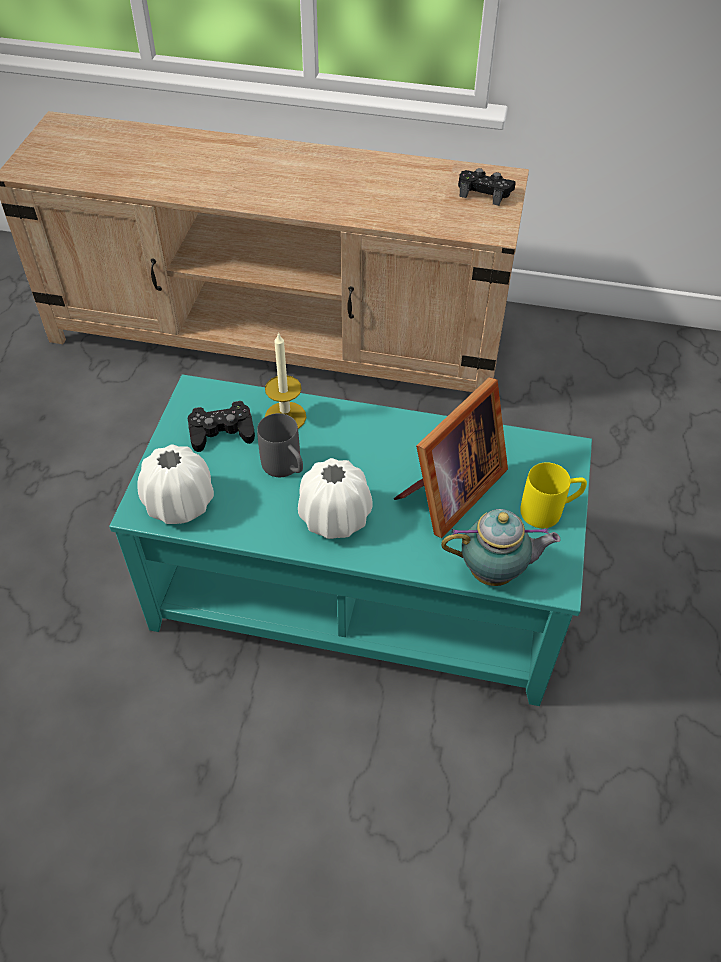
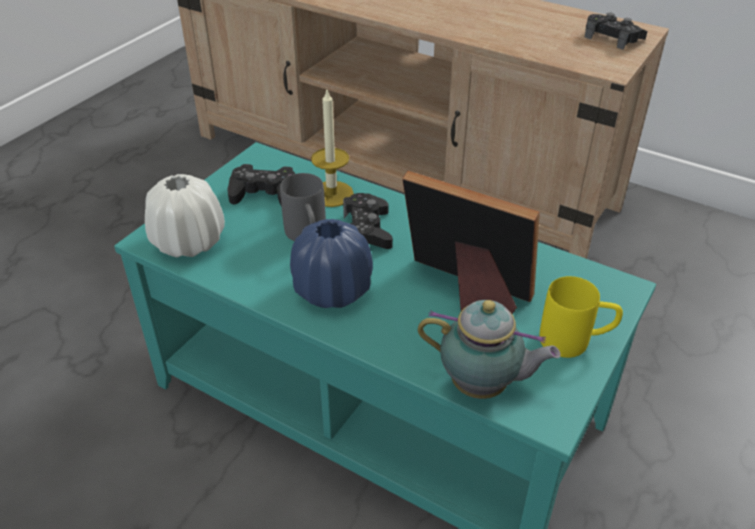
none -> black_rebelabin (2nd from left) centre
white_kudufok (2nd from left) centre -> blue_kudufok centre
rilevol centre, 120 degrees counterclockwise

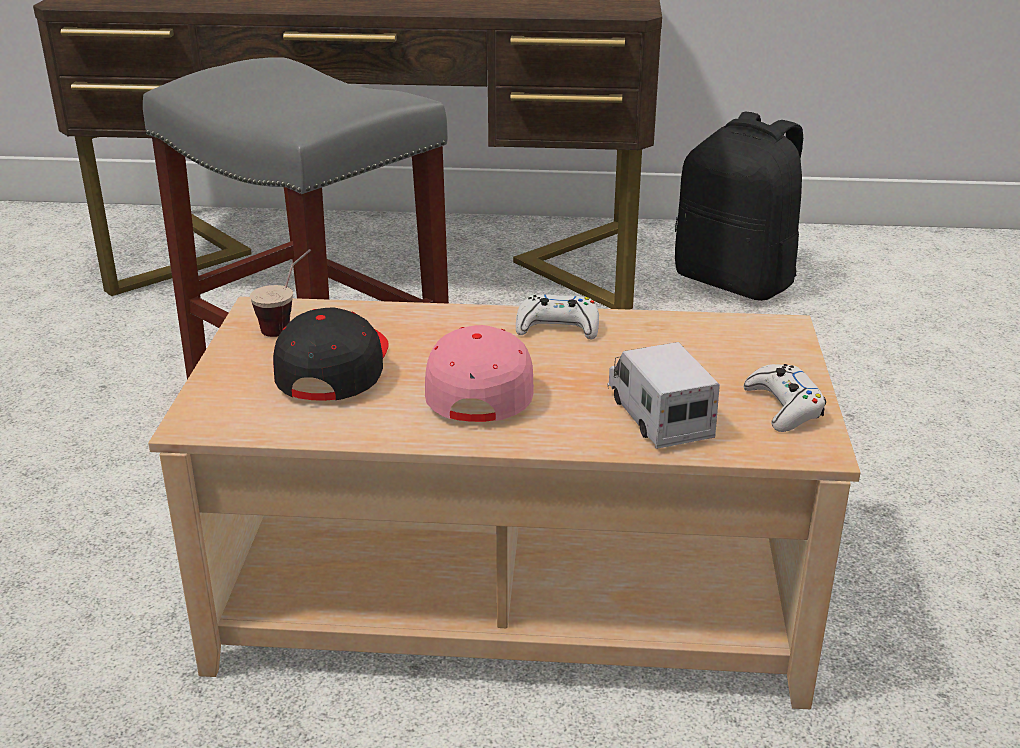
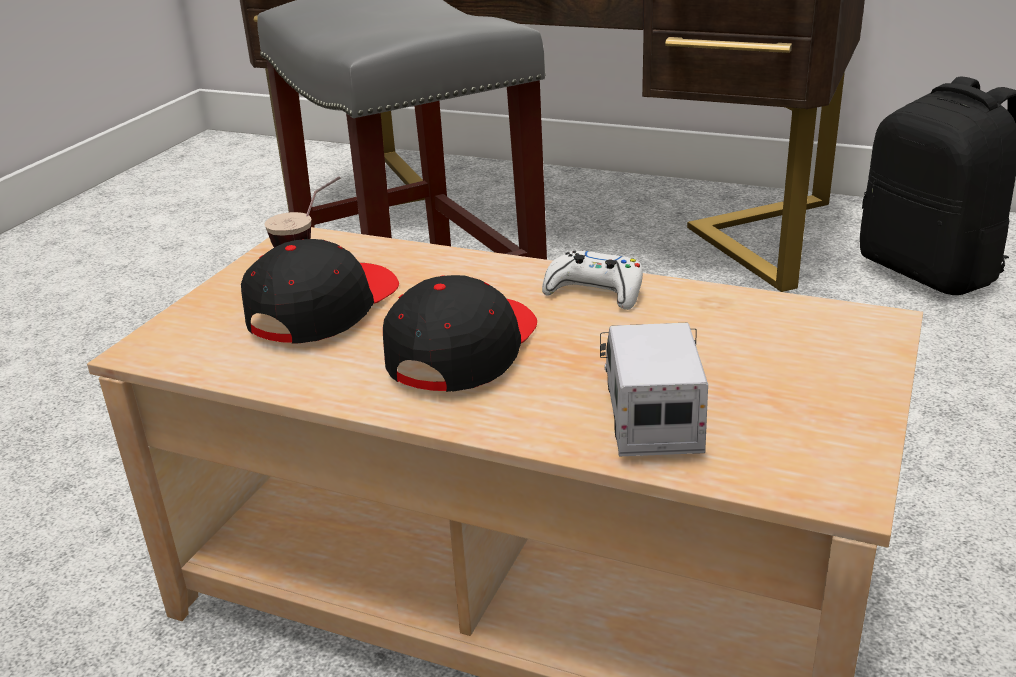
white_rebelabin (2nd from left) middle right -> none
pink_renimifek centre -> black_renimifek (2nd from left) centre

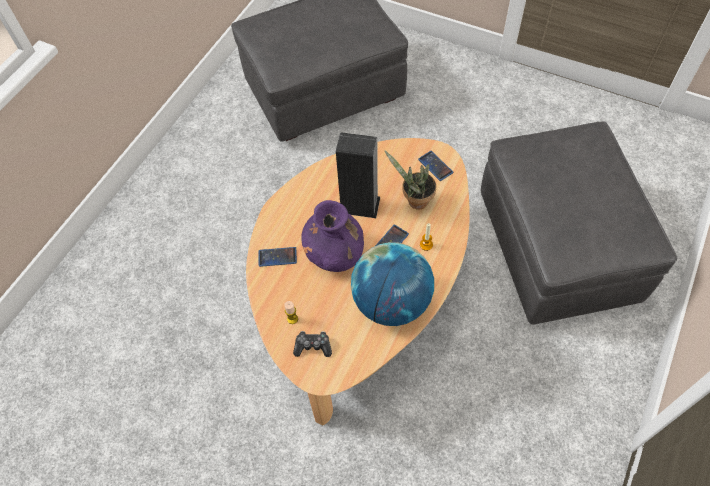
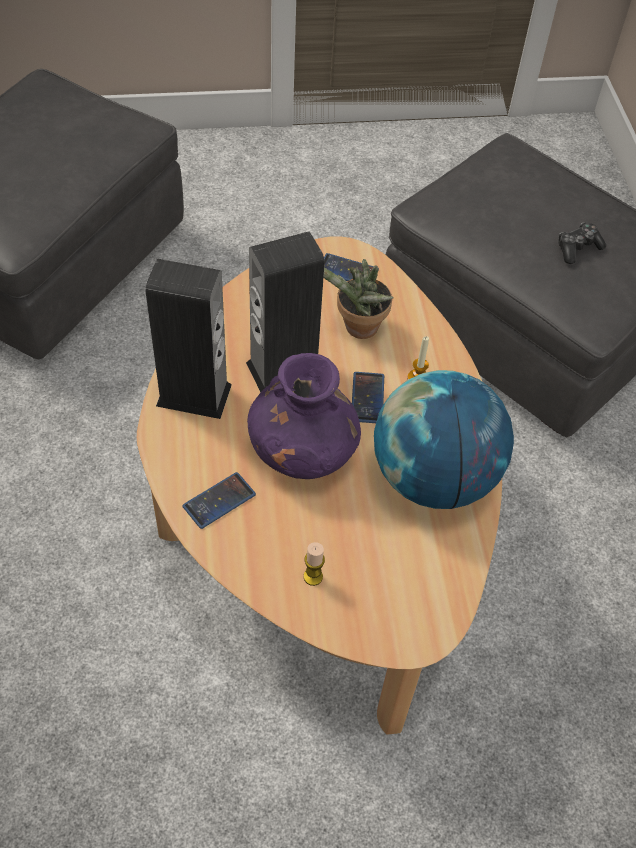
none -> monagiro (1st from left) middle left
rebelabin bottom centre -> rebelabin top right, moved

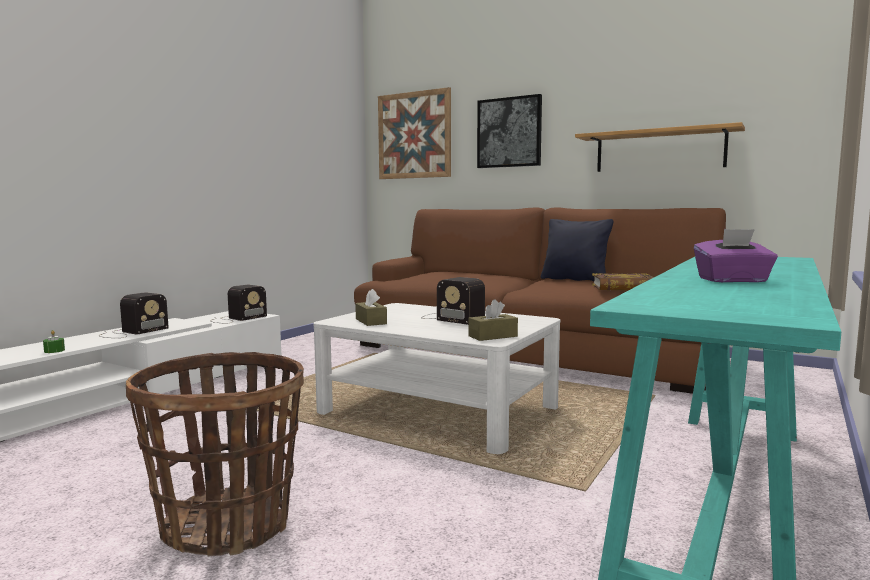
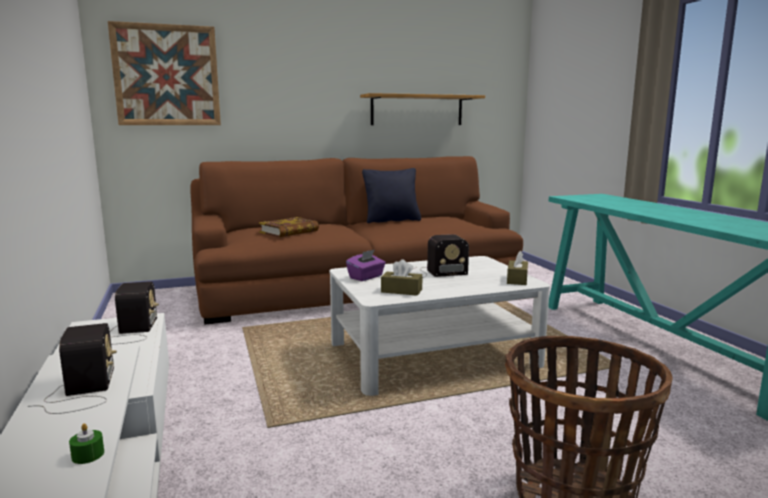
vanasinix (2nd from left) top centre -> none
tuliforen middle right -> tuliforen centre, moved
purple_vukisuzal middle right -> purple_vukisuzal centre, moved

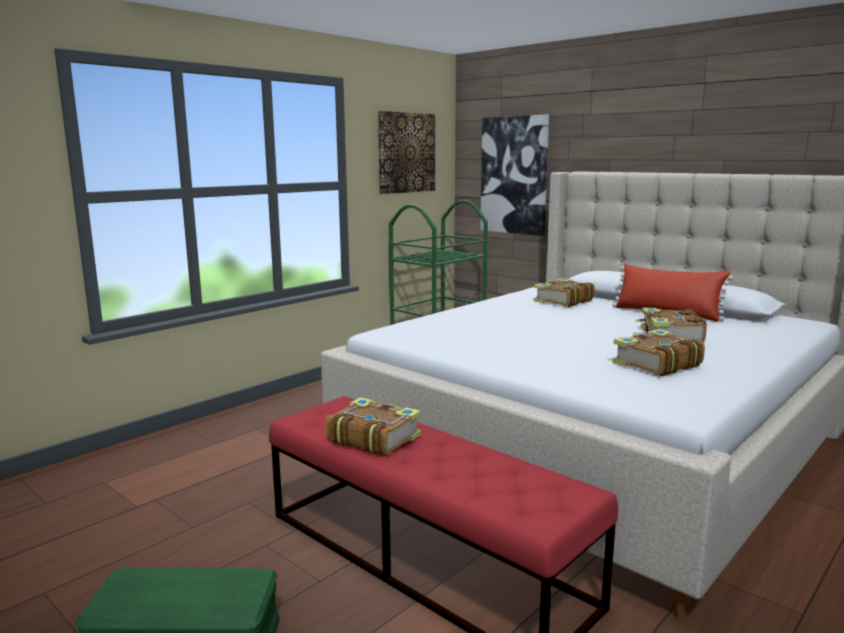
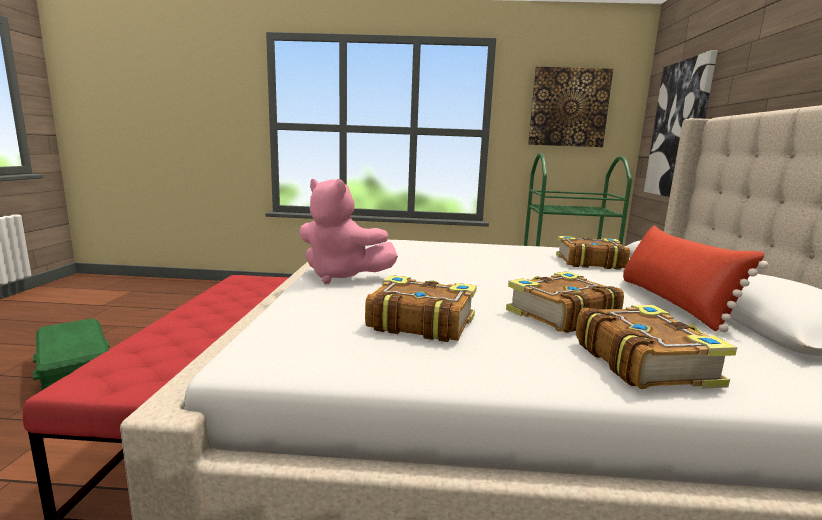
none -> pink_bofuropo centre
tuliforen (1st from left in the first image) bottom centre -> tuliforen (4th from left) bottom right, moved

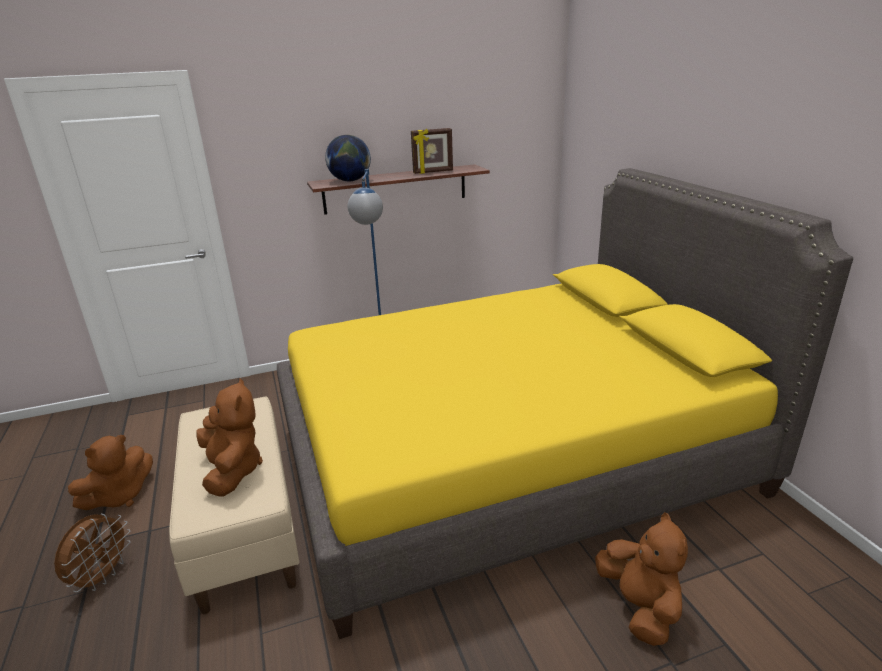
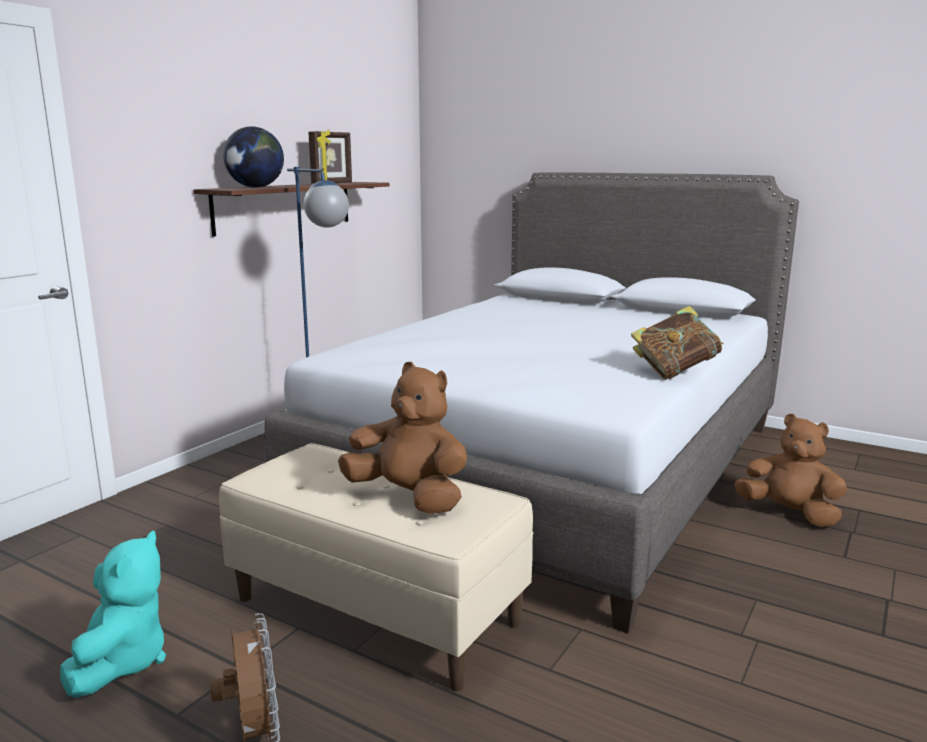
none -> tuliforen middle right
brown_bofuropo (1st from left) bottom left -> turquoise_bofuropo bottom left
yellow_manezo centre -> grey_manezo centre

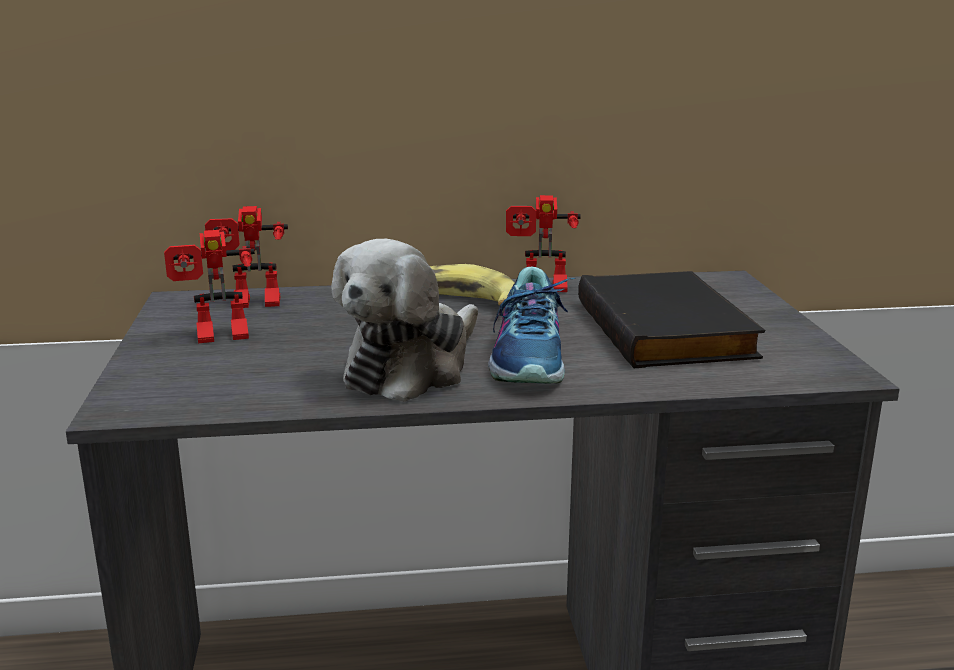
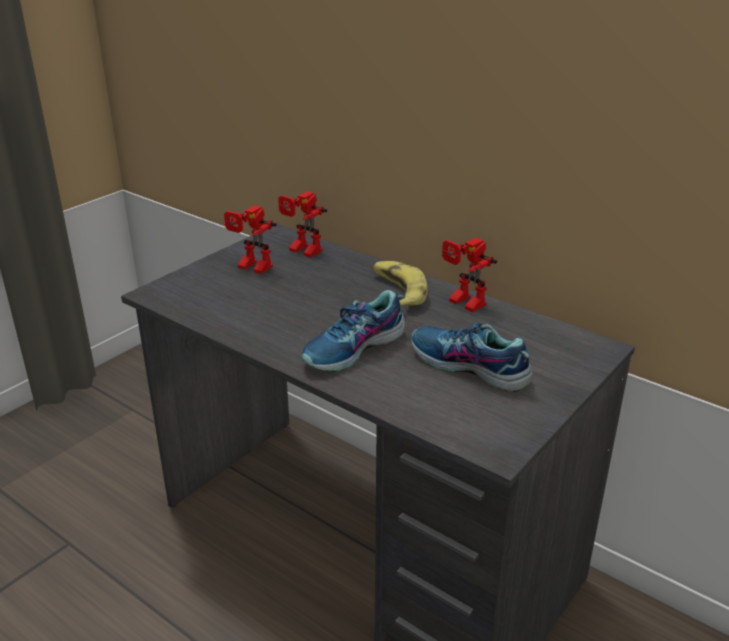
bofuropo centre -> none
black_tuliforen middle right -> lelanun (2nd from left) centre

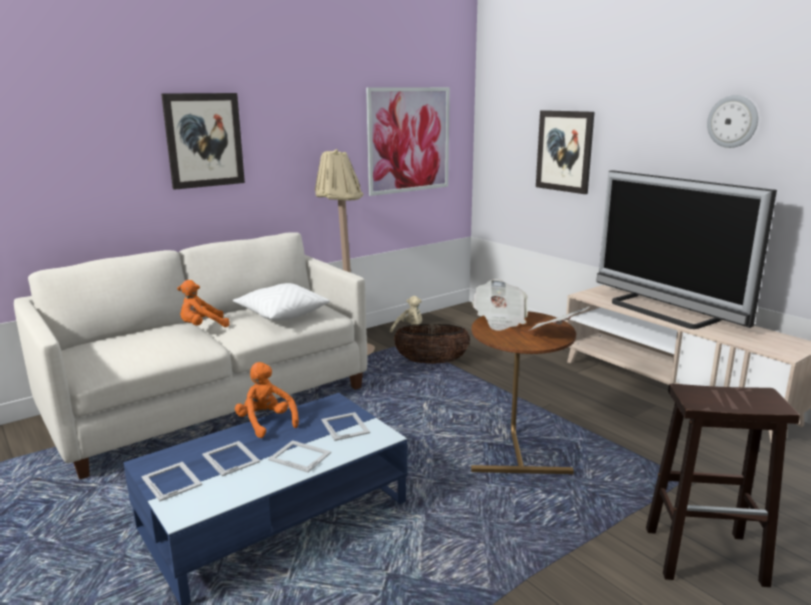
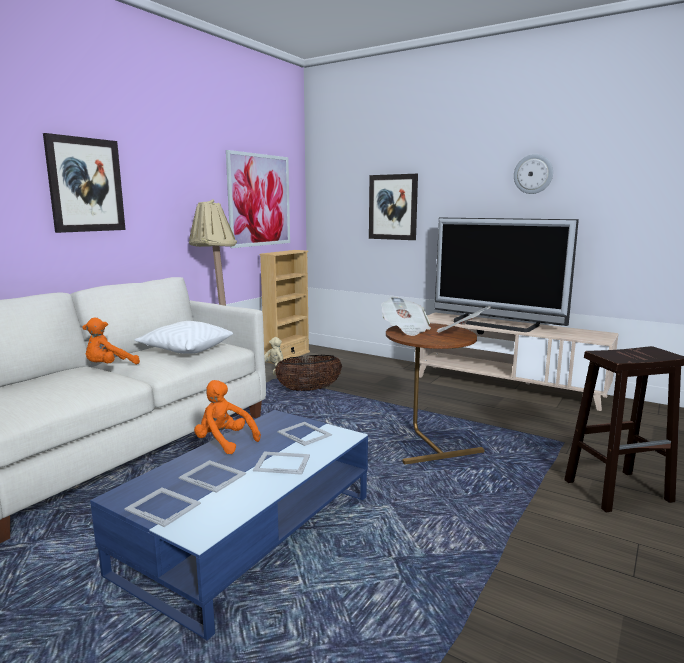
none -> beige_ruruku centre

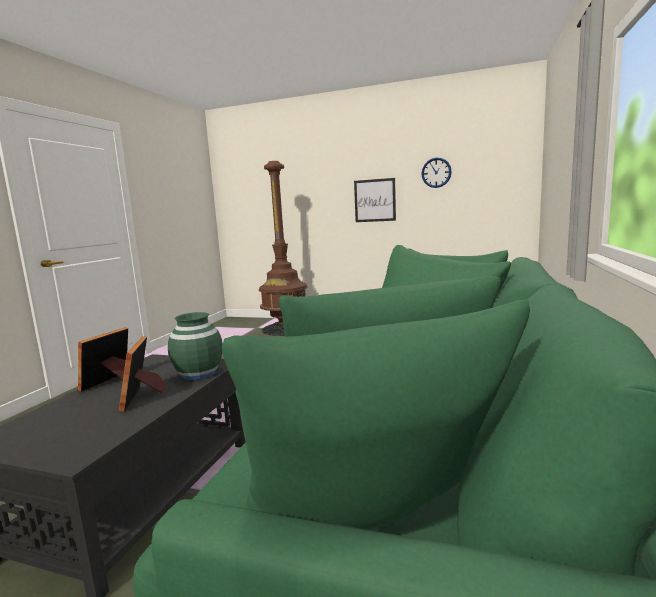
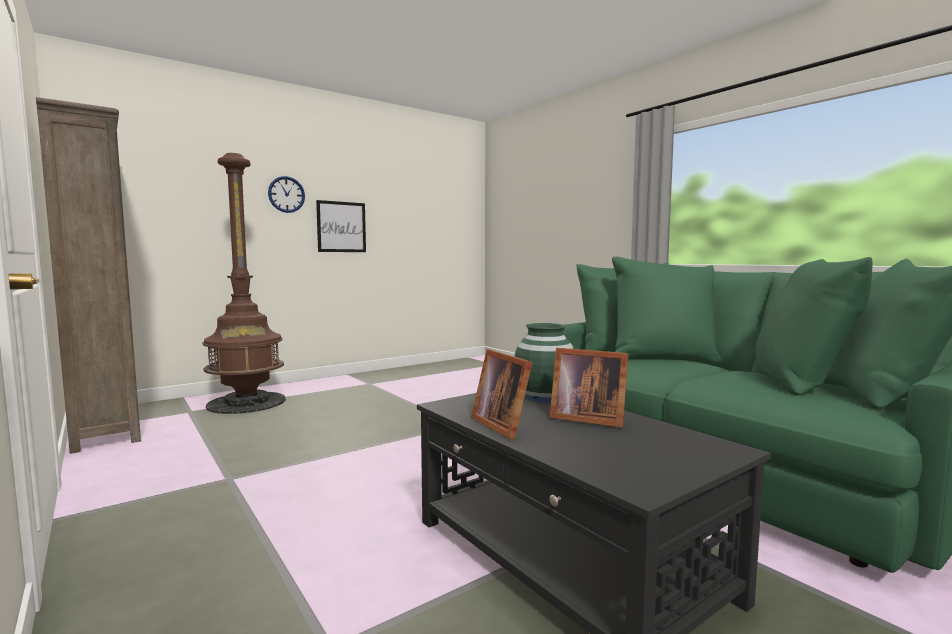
none -> brown_ruruku middle left
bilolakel top centre -> bilolakel top left, moved

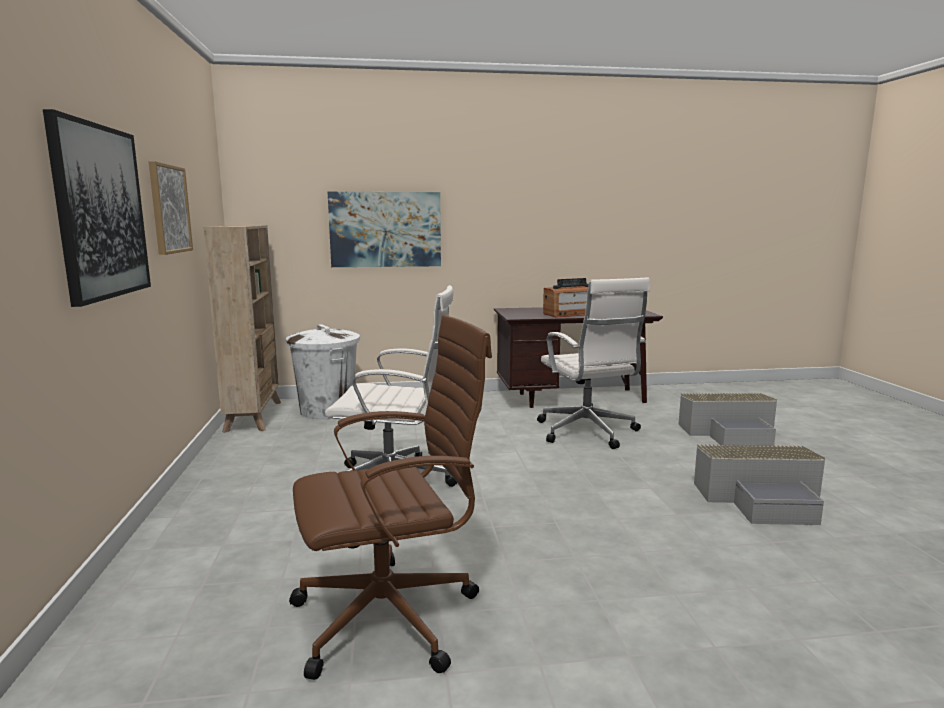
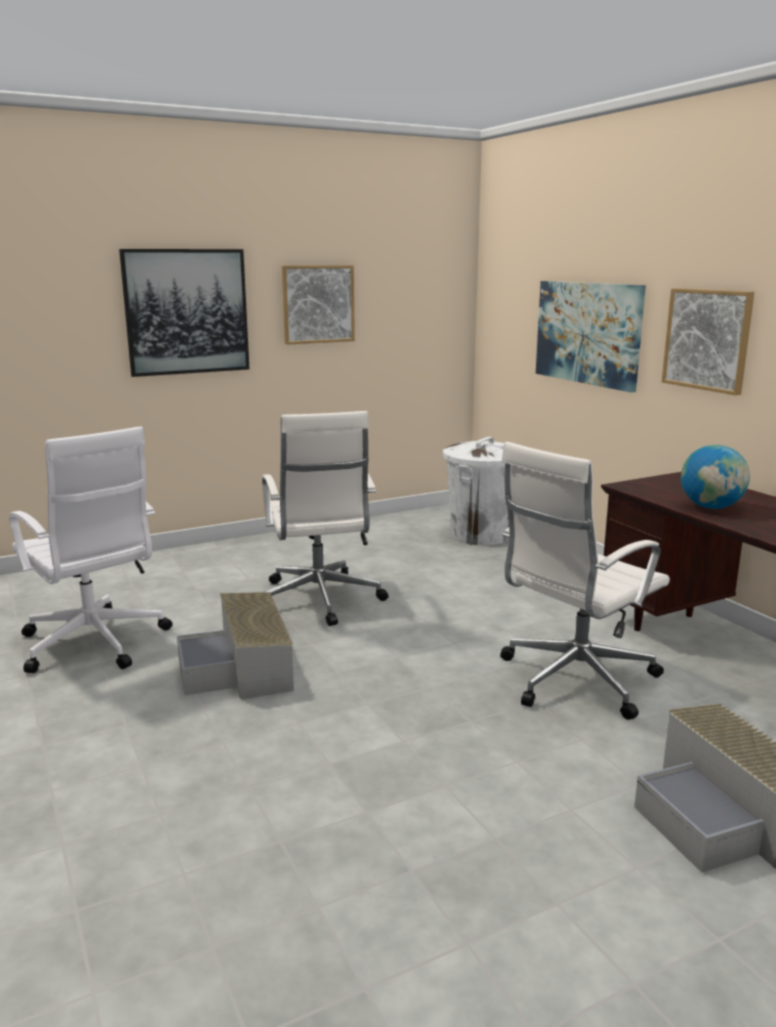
beige_ruruku middle left -> none
none -> vanasinix (4th from left) top right
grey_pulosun (2nd from left in the first image) bottom right -> grey_pulosun (1st from left) middle left, moved
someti centre -> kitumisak middle right
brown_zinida bottom centre -> white_zinida (1st from left) middle left

